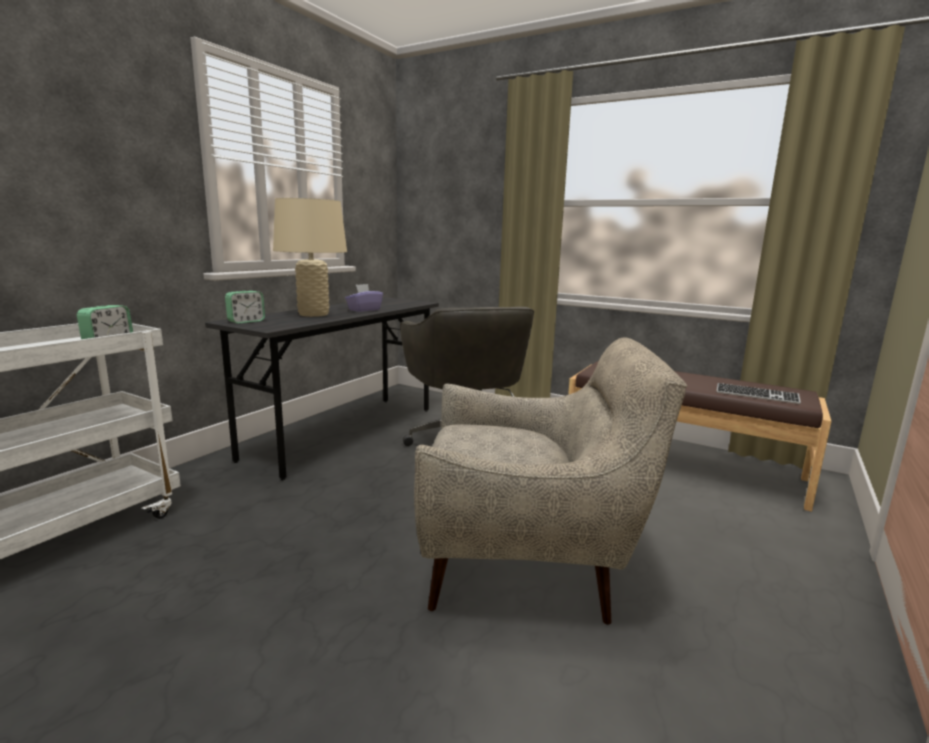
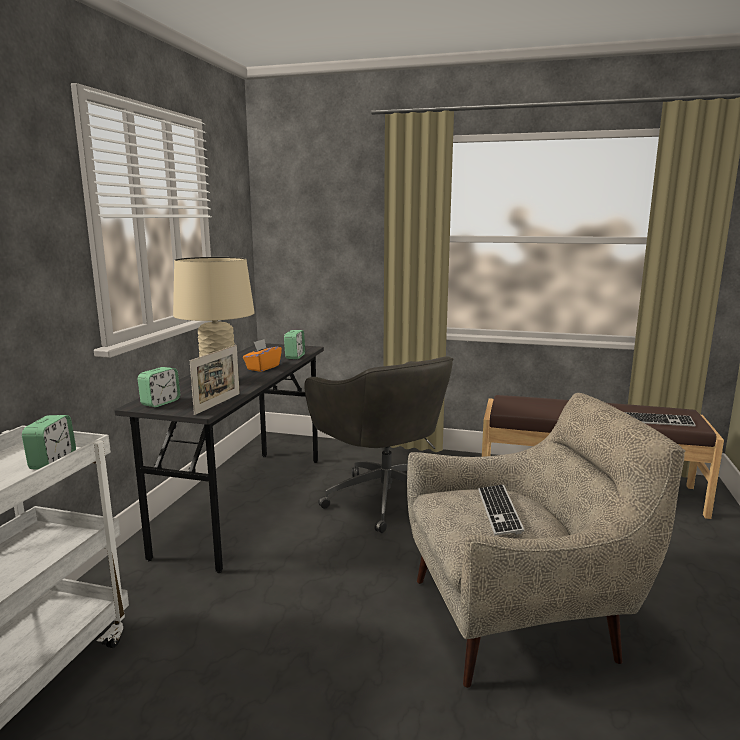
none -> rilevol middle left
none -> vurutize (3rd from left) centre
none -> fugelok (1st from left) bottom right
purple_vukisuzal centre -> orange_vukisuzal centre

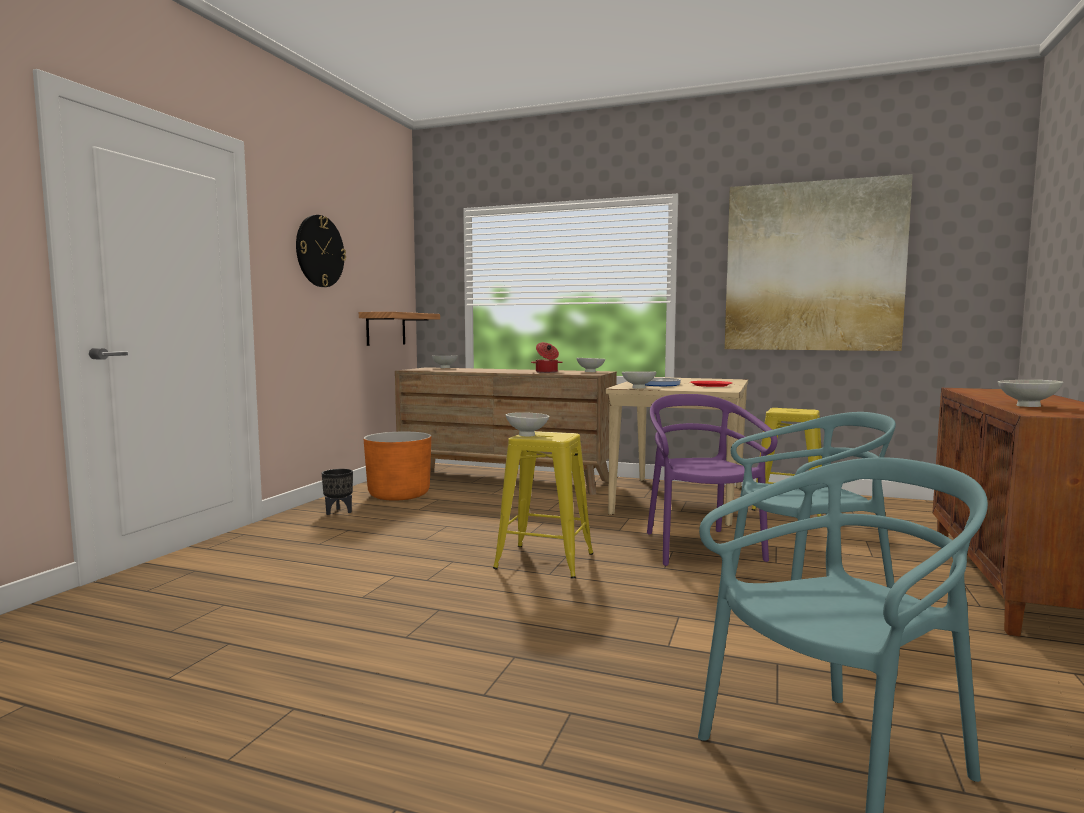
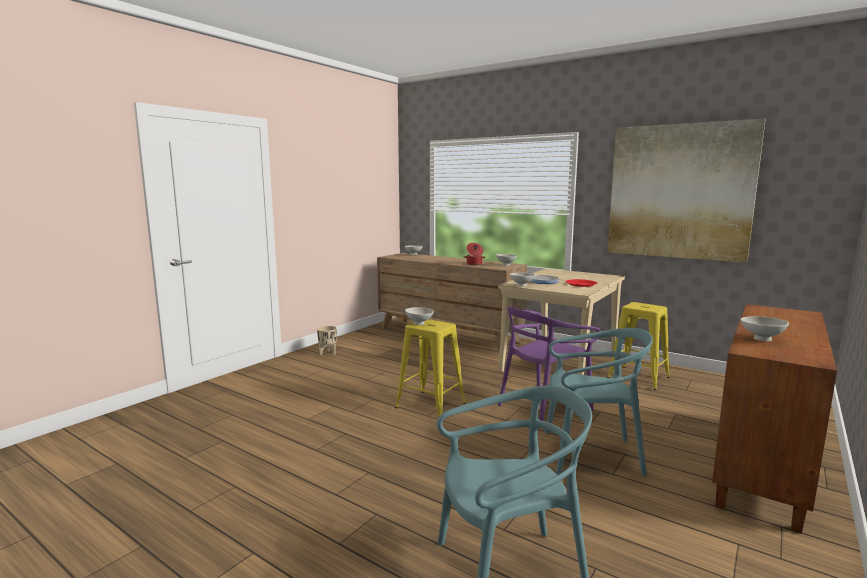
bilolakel top left -> none
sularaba centre -> none
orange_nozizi centre -> none
black_nozizi middle left -> beige_nozizi centre
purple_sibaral centre, 135 degrees counterclockwise

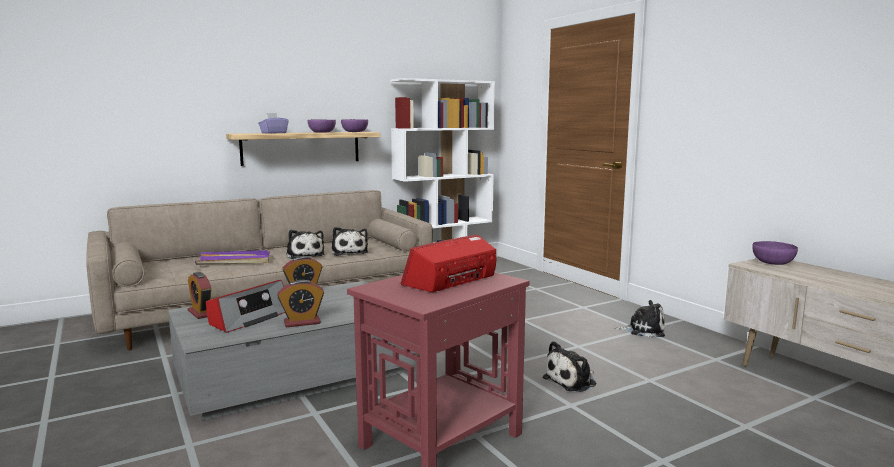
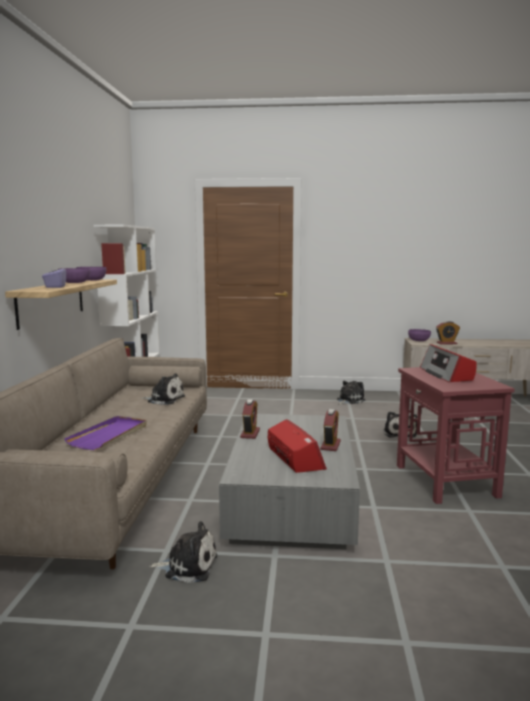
vurutize (1st from left in the first image) middle left -> vurutize (3rd from left) middle right, moved
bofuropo (1st from left in the first image) centre -> bofuropo (2nd from left) bottom centre, moved

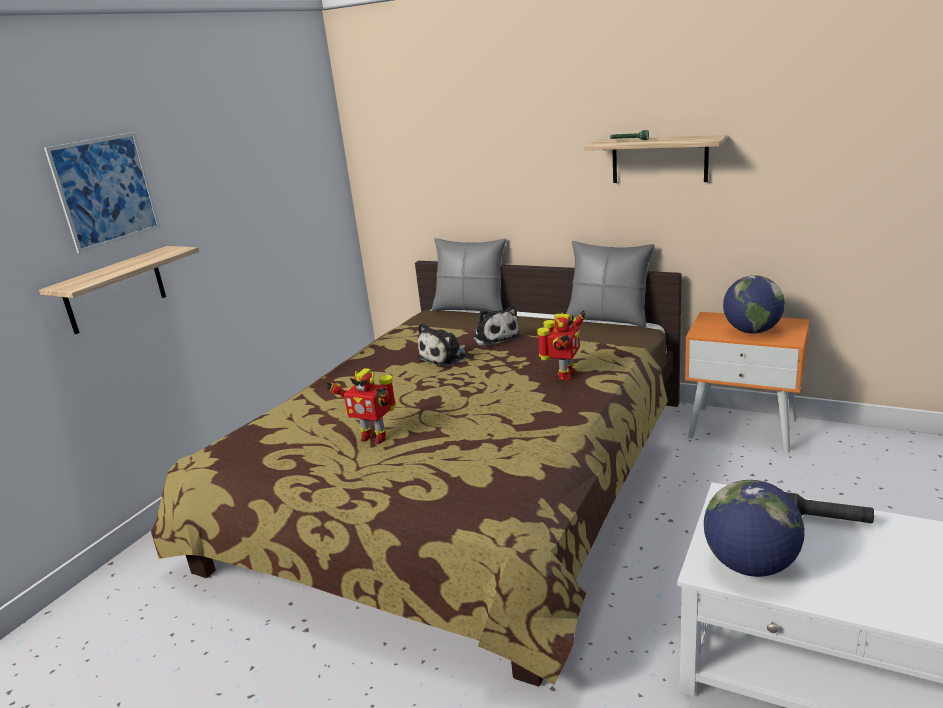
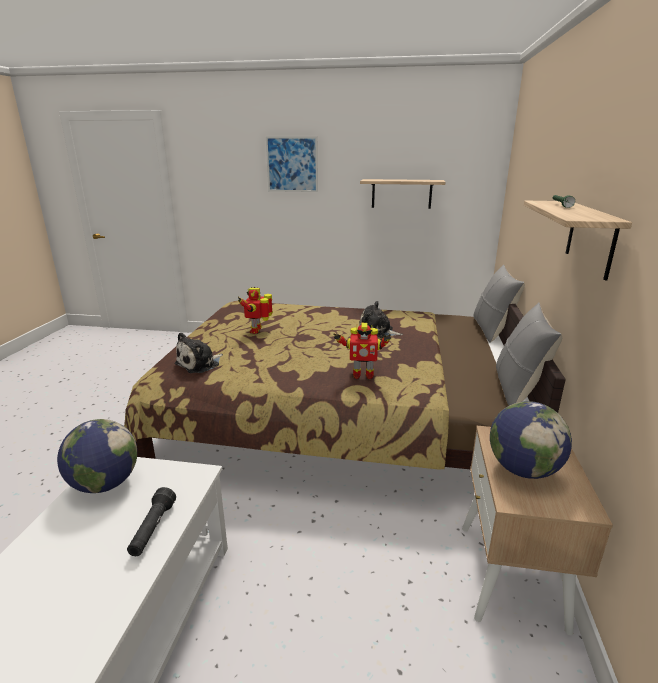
sularaba (1st from left) middle left -> sularaba (1st from left) top centre, moved
bofuropo (2nd from left in the first image) centre -> bofuropo (1st from left) middle left, moved
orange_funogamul middle right -> beige_funogamul bottom right

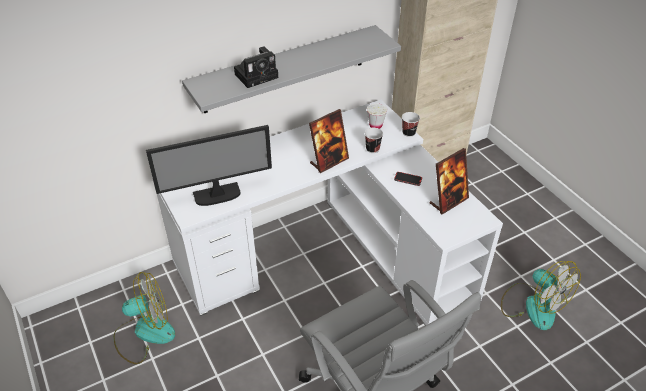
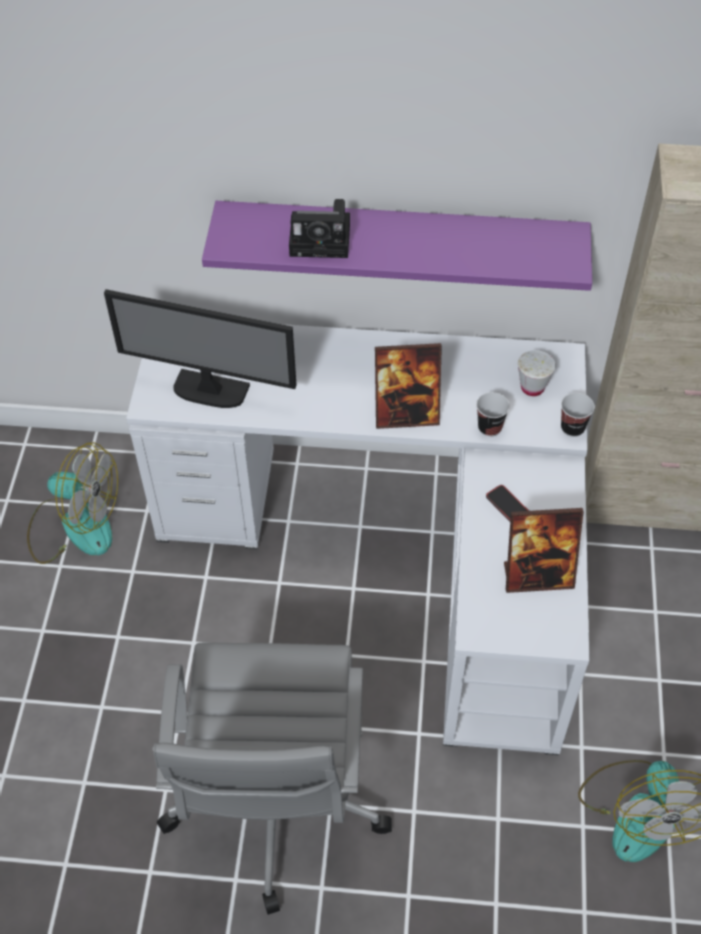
grey_sularaba top centre -> purple_sularaba top centre

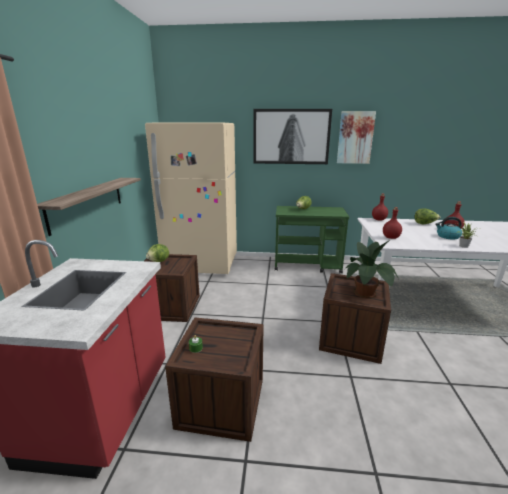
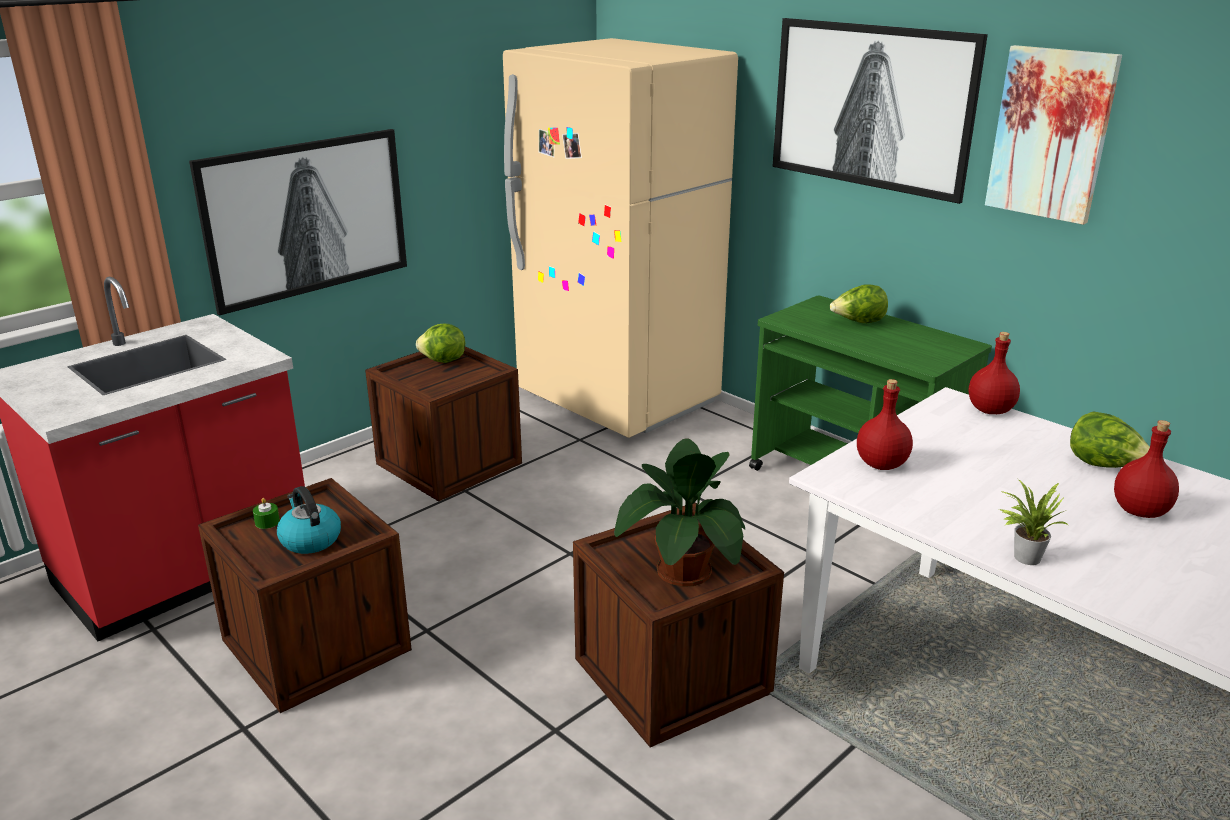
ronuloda middle right -> ronuloda middle left, moved
sularaba middle left -> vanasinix (1st from left) top left

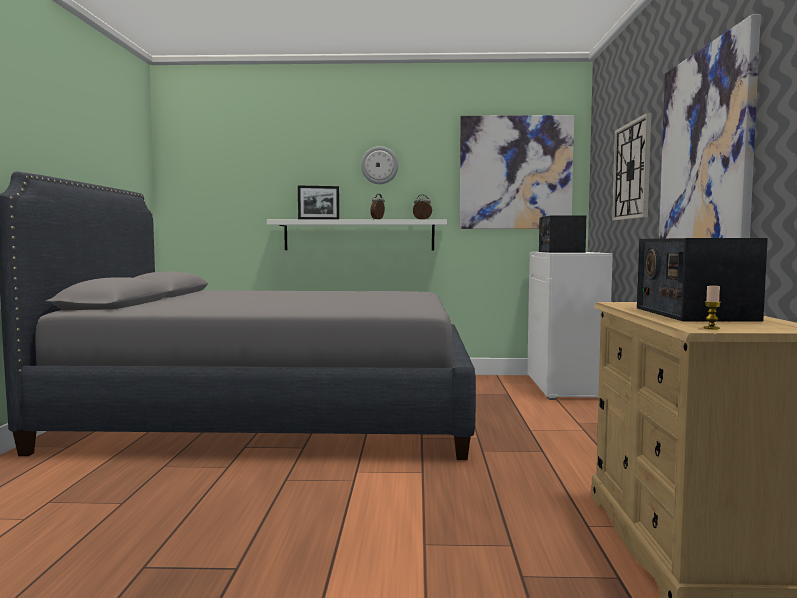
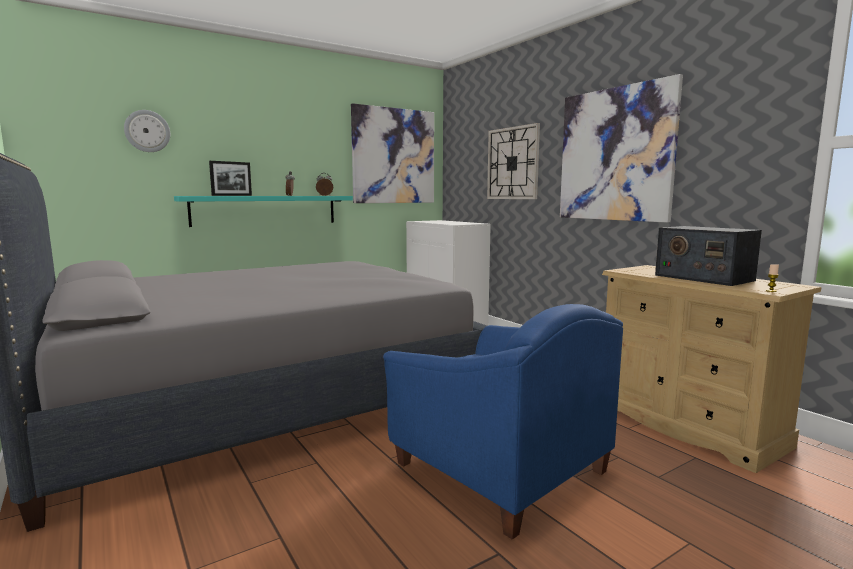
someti (1st from left) middle right -> none
none -> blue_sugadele bottom centre
bilolakel (1st from left) top centre -> bilolakel (1st from left) top left, moved
white_sularaba centre -> turquoise_sularaba middle left

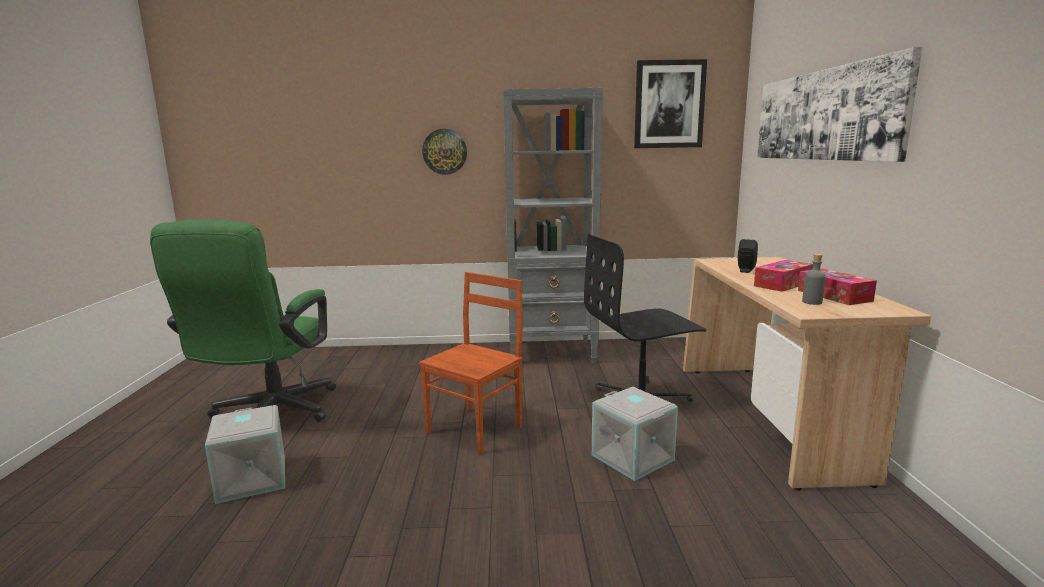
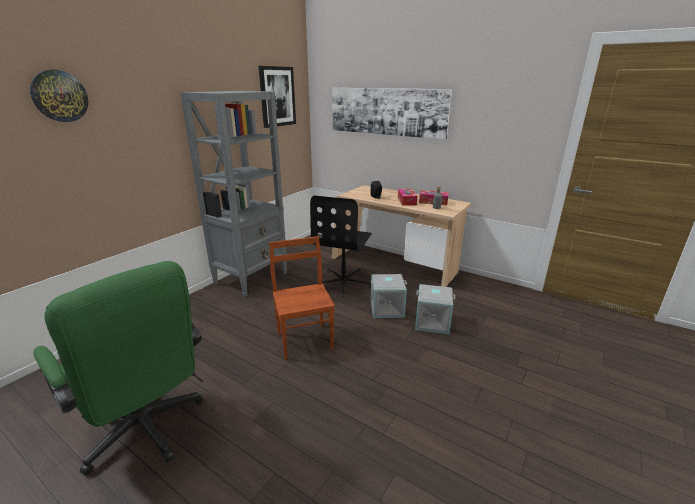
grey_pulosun (1st from left in the first image) bottom left -> grey_pulosun (2nd from left) centre, moved
bilolakel top centre -> bilolakel top left, moved

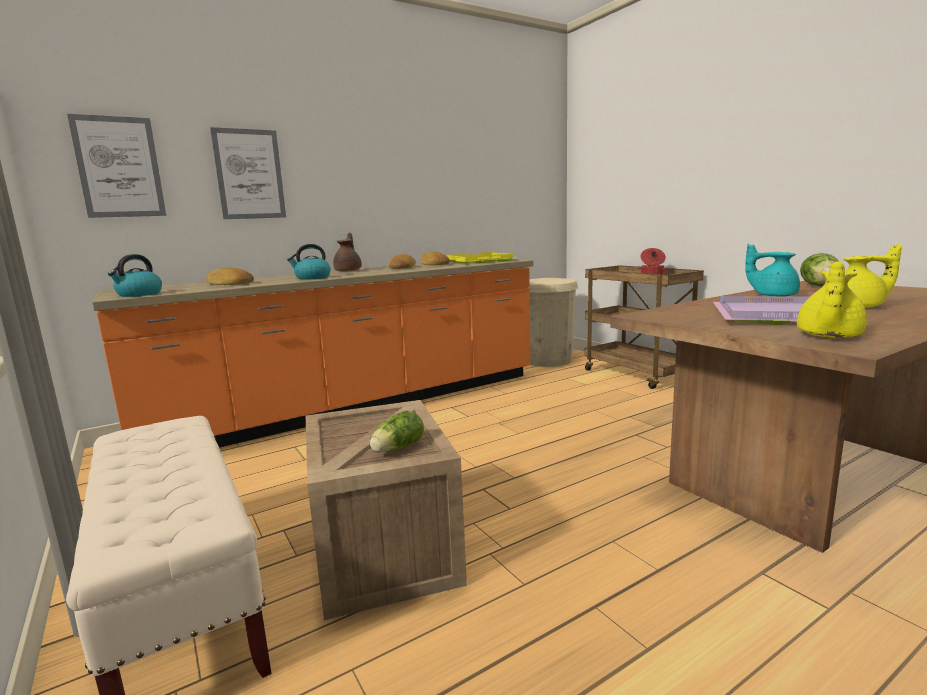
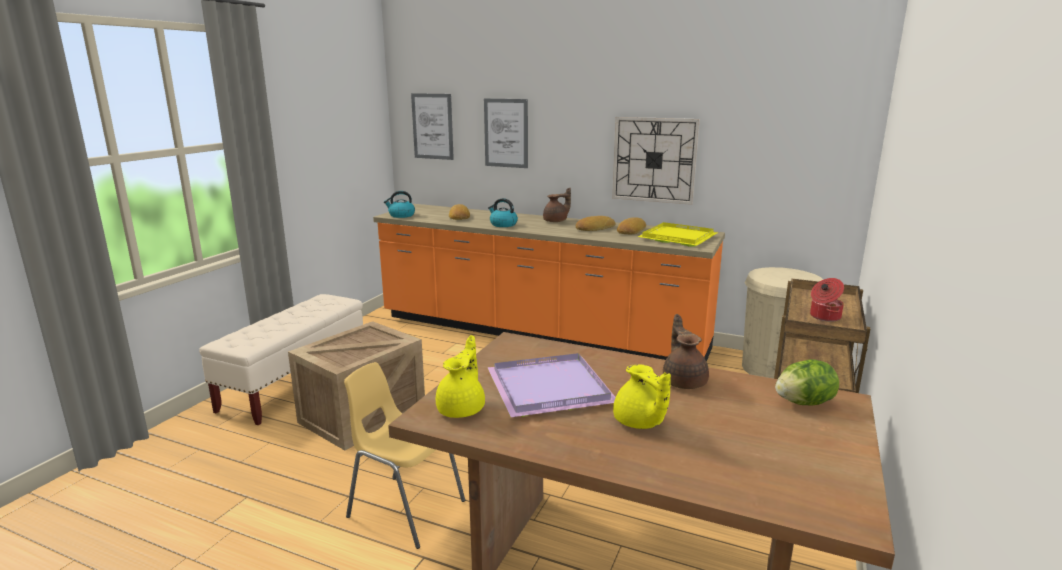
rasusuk (1st from left) centre -> none
none -> yellow_sibaral bottom centre
none -> bilolakel top centre
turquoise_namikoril middle right -> brown_namikoril (2nd from left) centre
yellow_namikoril (1st from left) middle right -> yellow_namikoril (1st from left) centre, 105 degrees clockwise

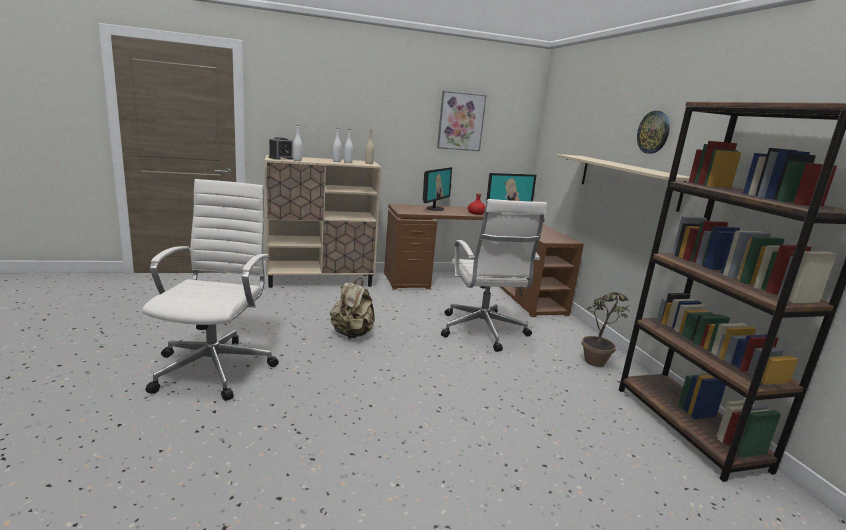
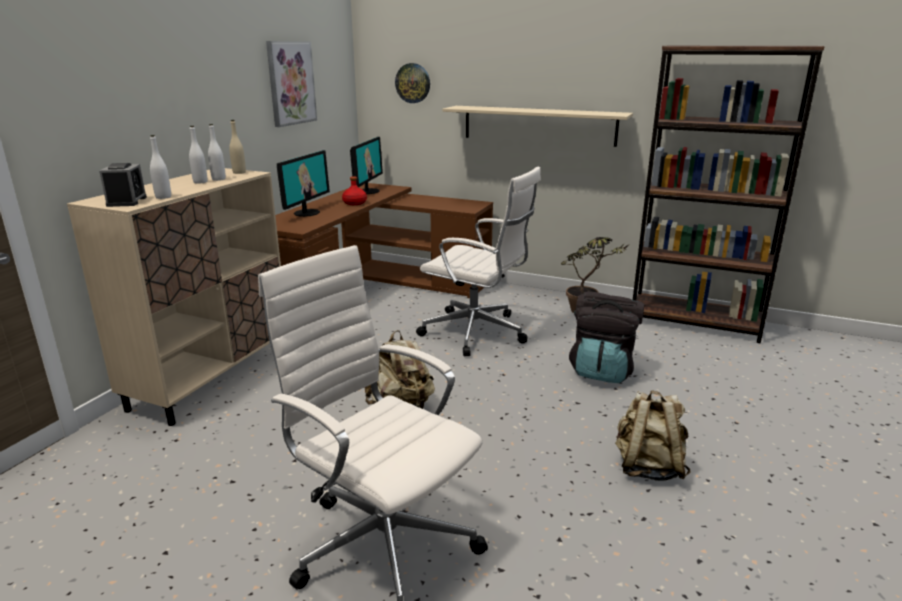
none -> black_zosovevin middle right
none -> beige_zosovevin (2nd from left) bottom right
bilolakel top right -> bilolakel top centre, moved
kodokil (1st from left) centre -> kodokil (1st from left) top centre, 45 degrees clockwise

